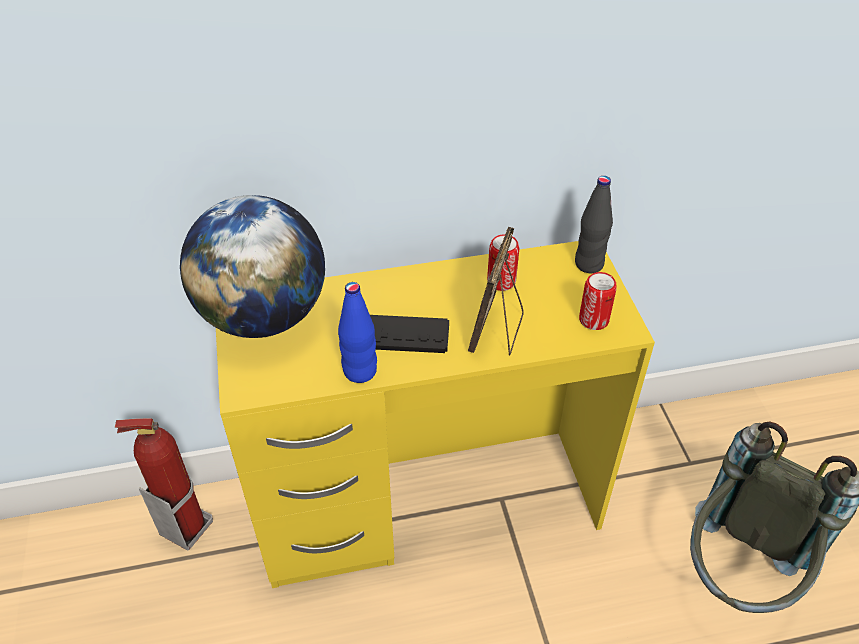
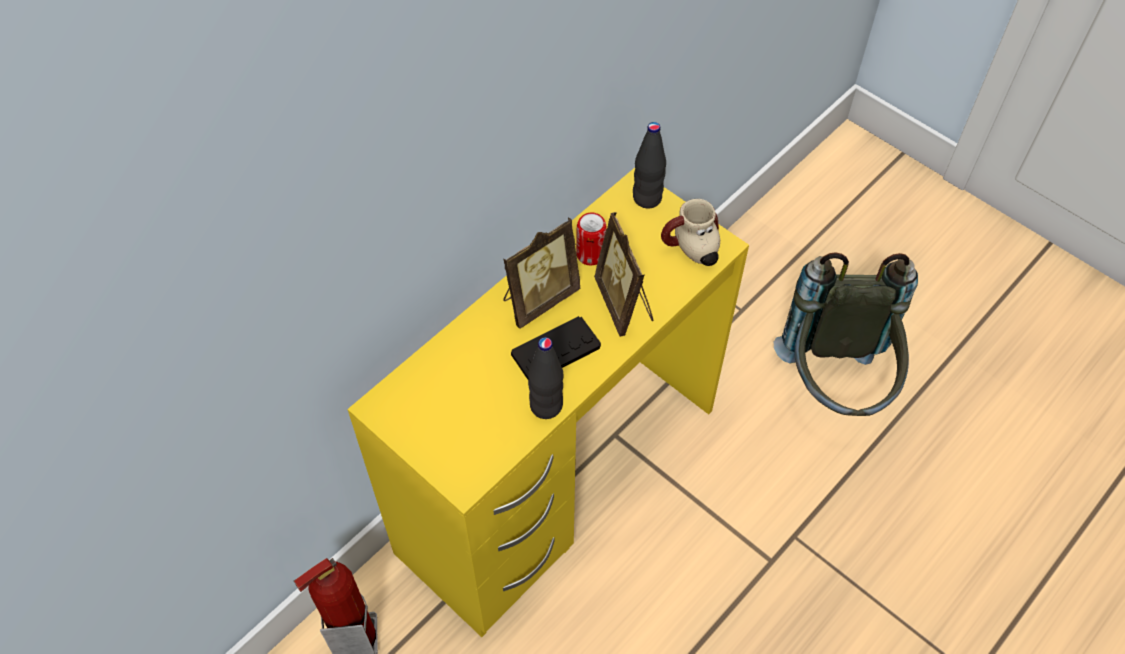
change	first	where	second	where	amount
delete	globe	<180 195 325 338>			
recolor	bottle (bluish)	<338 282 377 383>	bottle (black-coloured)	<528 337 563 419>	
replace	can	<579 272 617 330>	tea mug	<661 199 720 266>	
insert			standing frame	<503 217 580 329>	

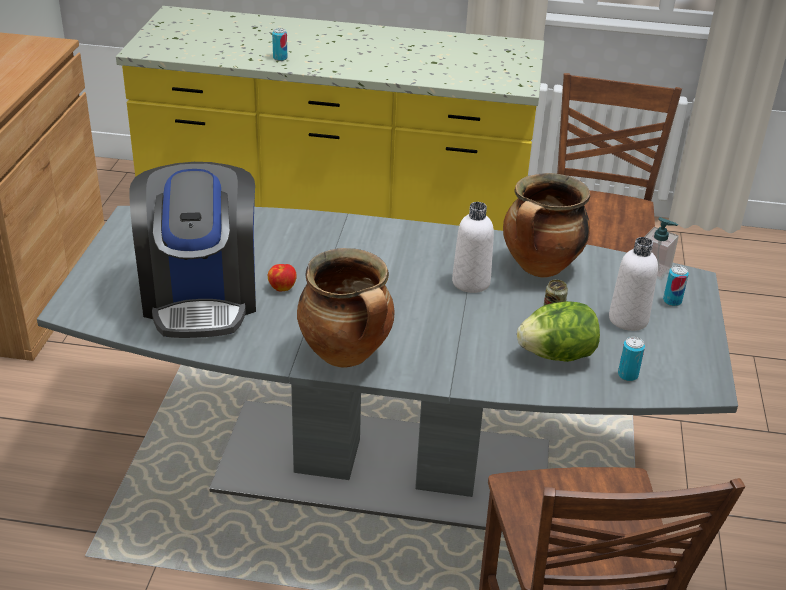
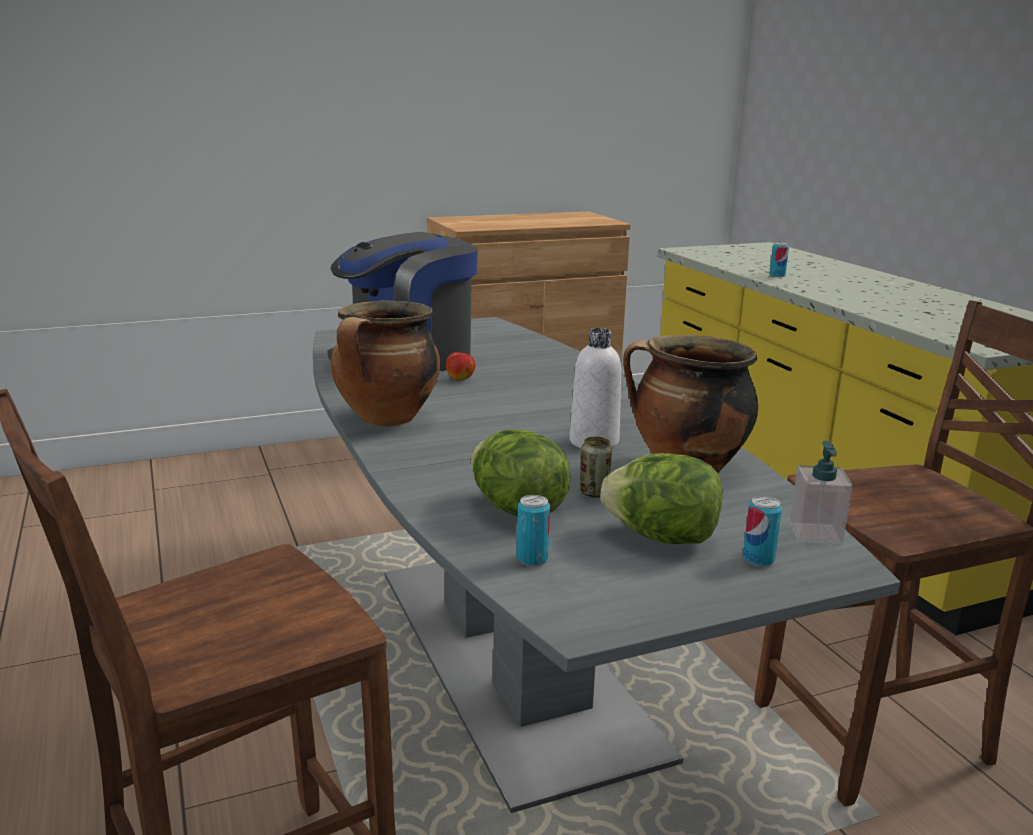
change	first	where	second	where	amount
replace	bottle (whitish)	<609 237 658 331>	lettuce head	<601 453 722 544>	

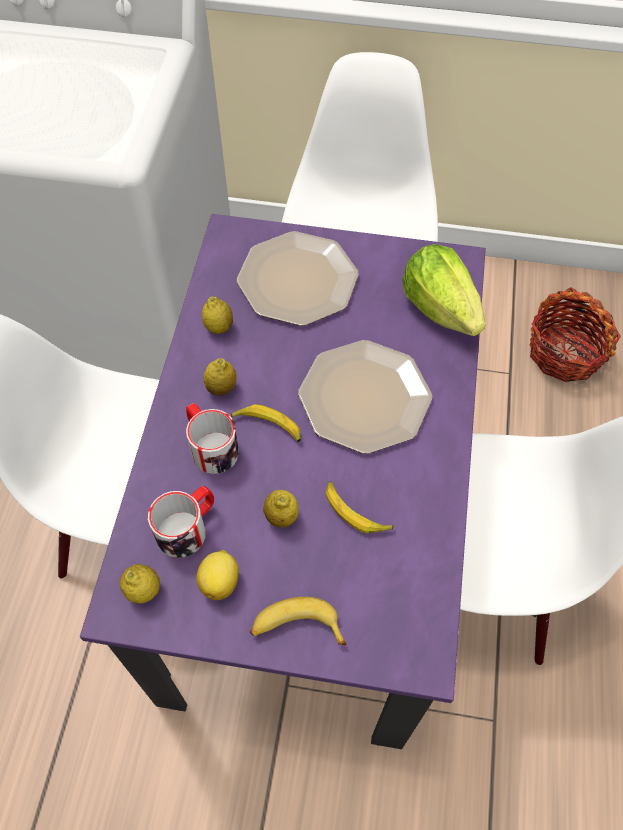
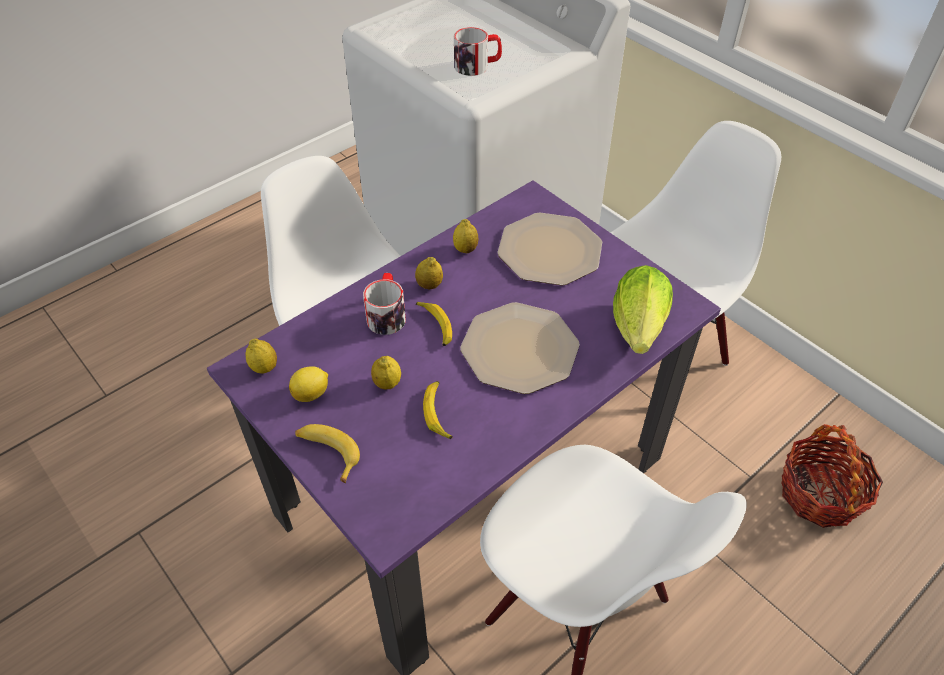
change	first	where	second	where	amount
move	tea mug	<148 486 214 558>		<454 27 502 76>	

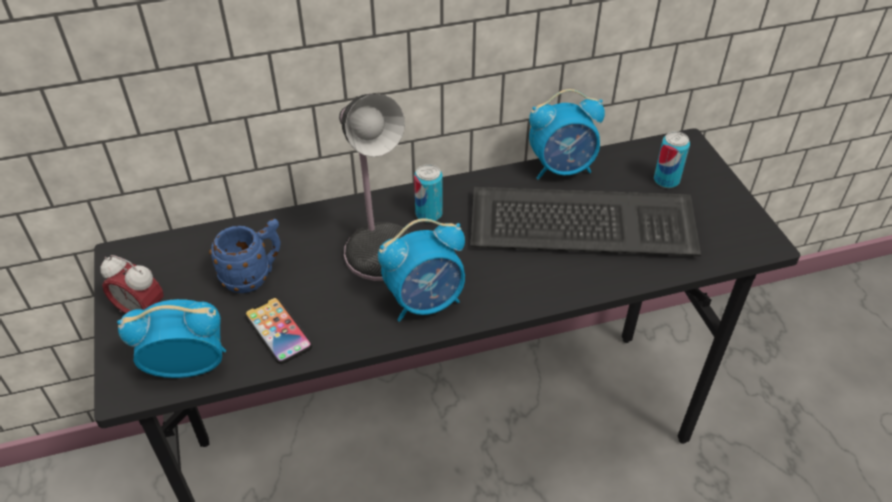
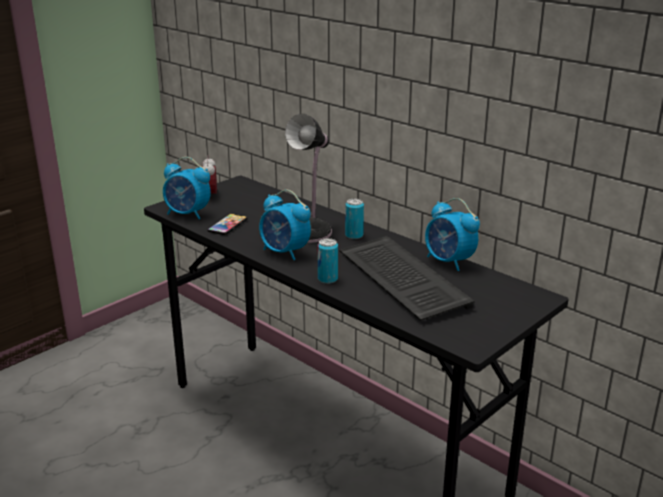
change	first	where	second	where	amount
rotate	alarm clock	<117 299 226 378>		<163 157 211 219>	150 degrees clockwise
delete	tea mug (bluish)	<209 219 281 293>			
move	can	<654 131 690 188>		<318 238 338 284>	

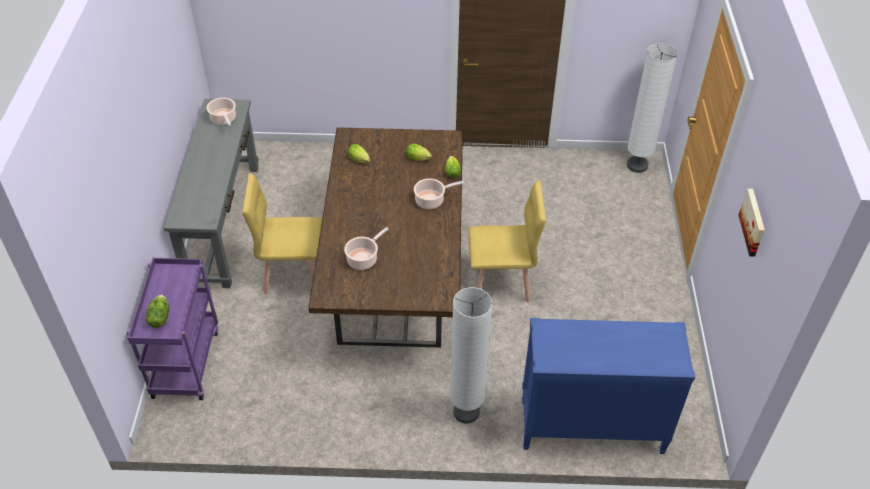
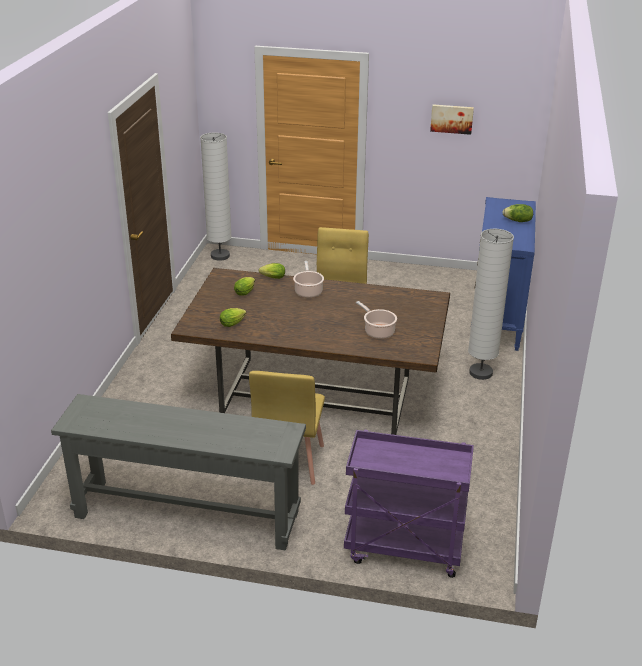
change	first	where	second	where	amount
move	lettuce head	<146 295 169 328>		<503 204 533 222>	
delete	stockpot	<207 98 236 126>			

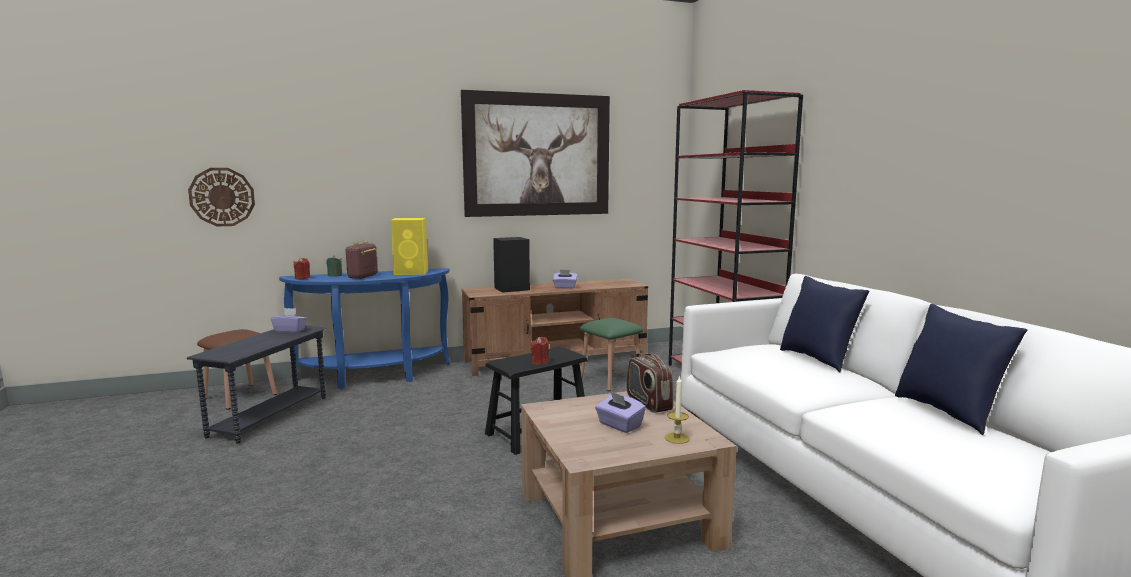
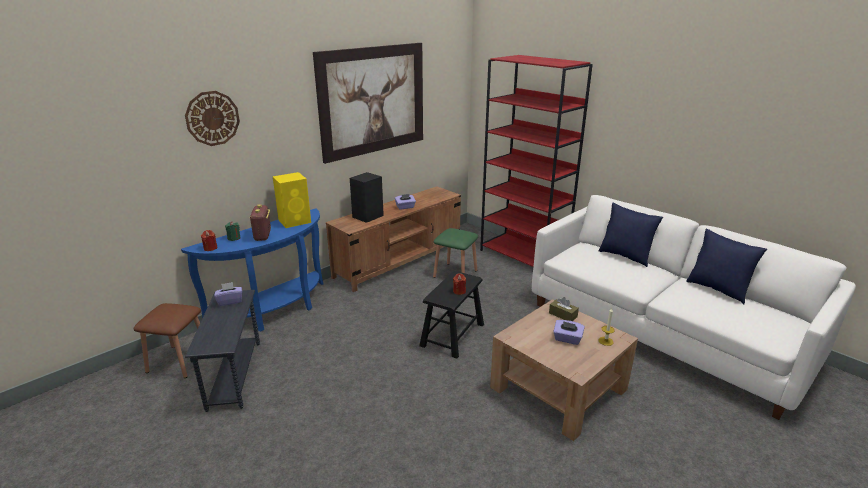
change	first	where	second	where	amount
move	clock on the wall	<188 168 255 226>		<185 91 240 146>	
replace	radio receiver	<626 353 674 413>	tissue box (brown-coloured)	<549 297 579 321>	

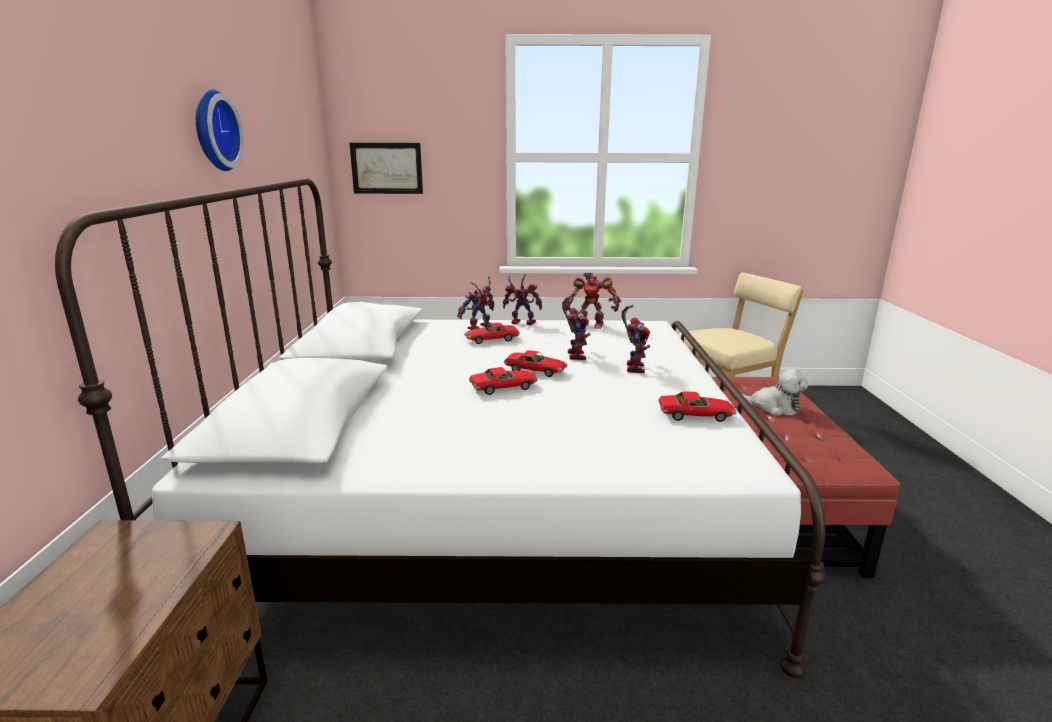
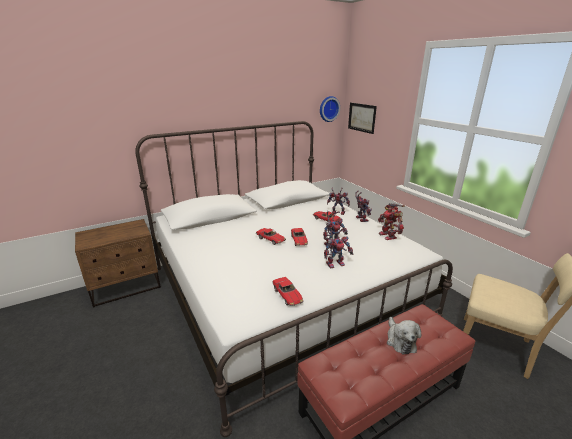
change	first	where	second	where	amount
move	clock on the wall	<196 89 244 171>		<320 96 340 122>	

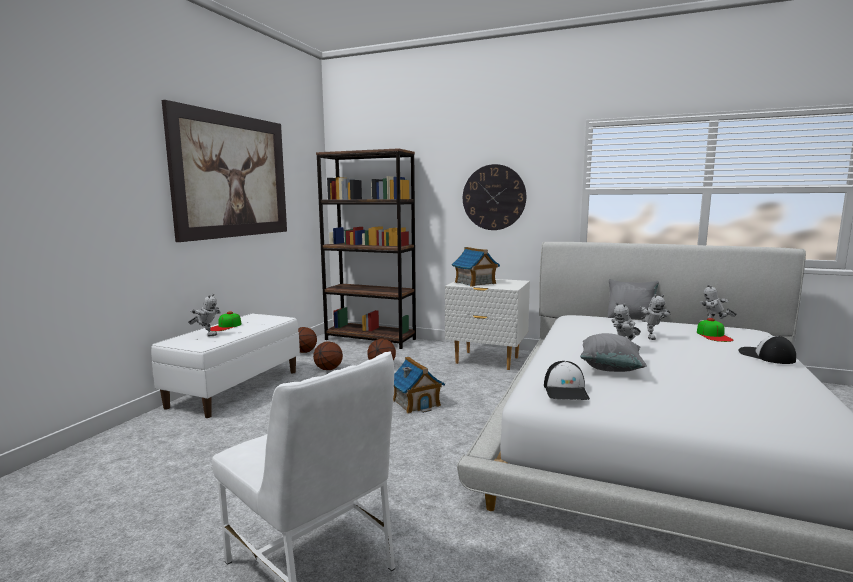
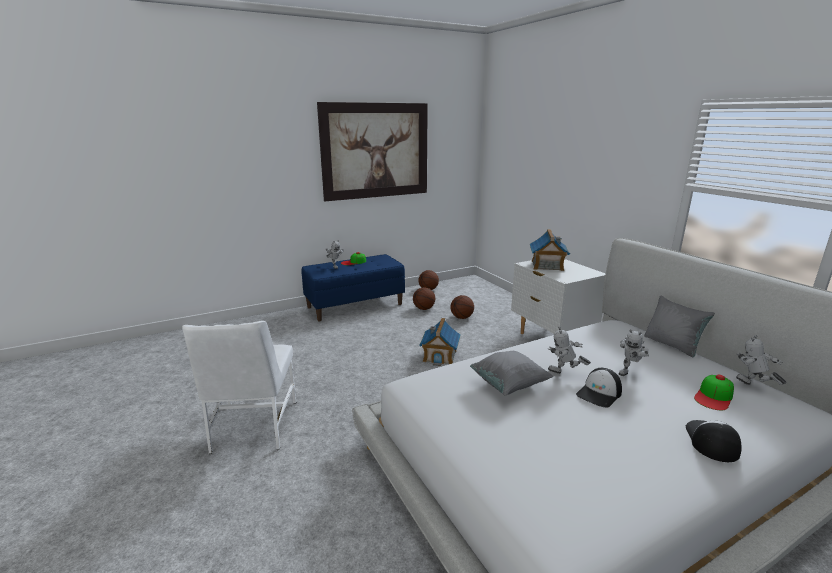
change	first	where	second	where	amount
recolor	indoor bench (whitish)	<151 314 300 418>	indoor bench (bluish)	<302 254 405 322>	
delete	bookshelf (brown-coloured)	<316 148 416 349>			
delete	clock on the wall	<463 164 526 230>			
move	peaked cap	<544 361 590 400>		<576 368 622 408>	

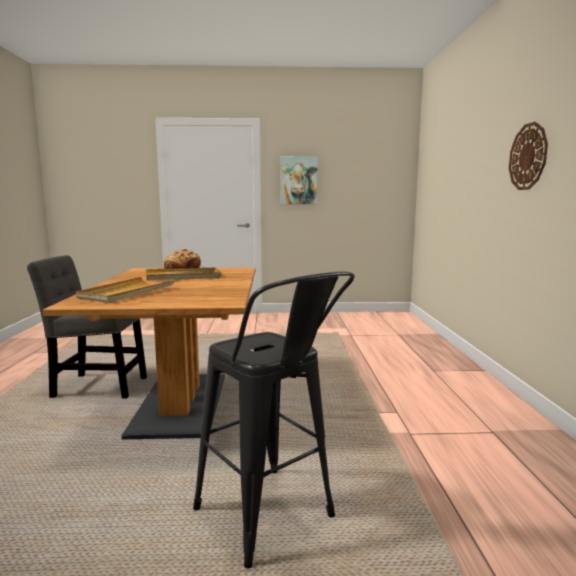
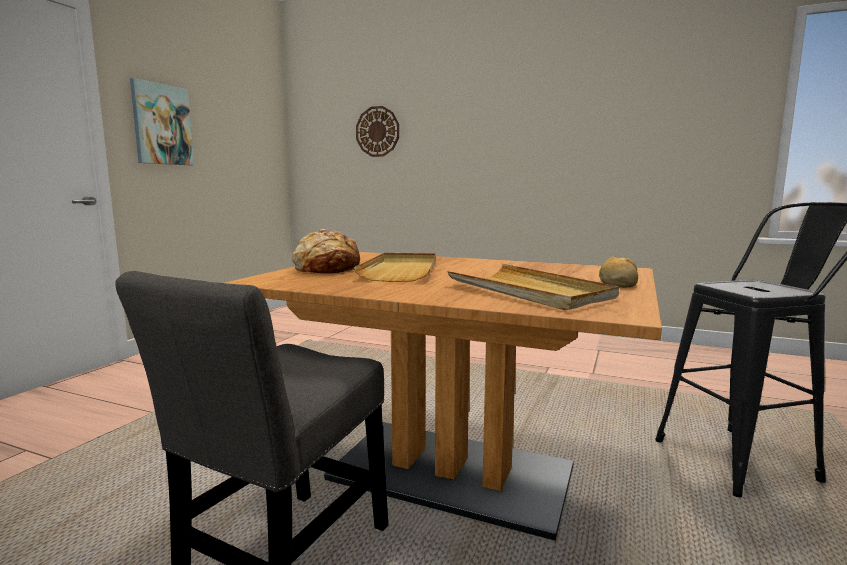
change	first	where	second	where	amount
move	clock on the wall	<509 122 548 190>		<356 106 399 157>	
insert			bakery bread	<599 256 638 287>	

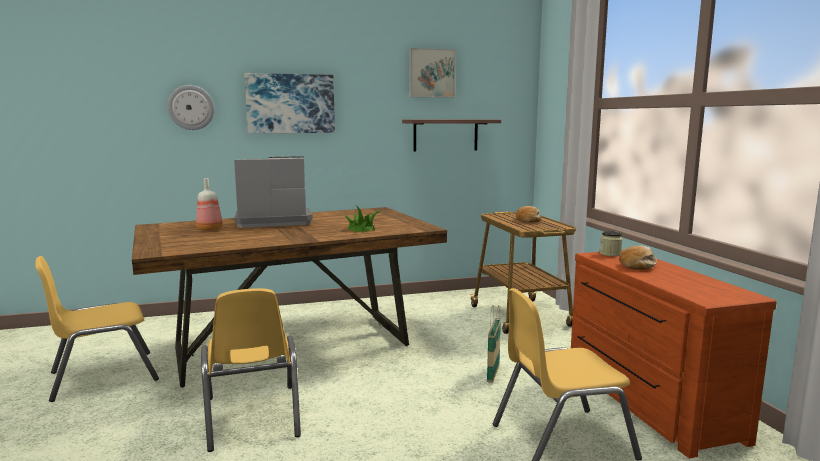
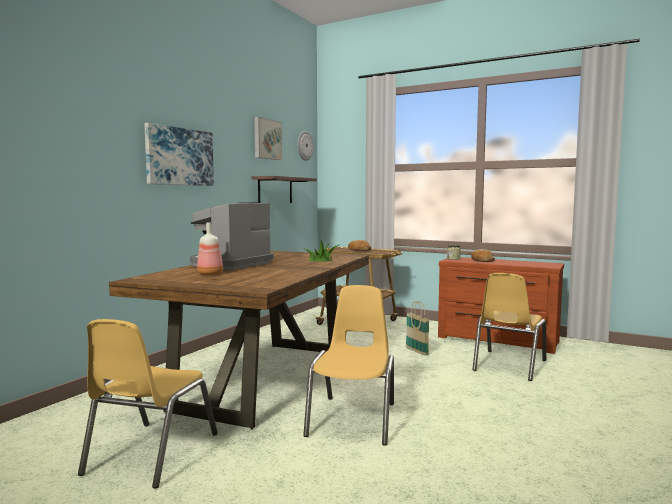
change	first	where	second	where	amount
move	clock on the wall	<167 85 215 130>		<298 131 314 161>	
rotate	plain chair (yellow-coloured)	<201 288 301 452>		<303 285 394 446>	105 degrees counterclockwise

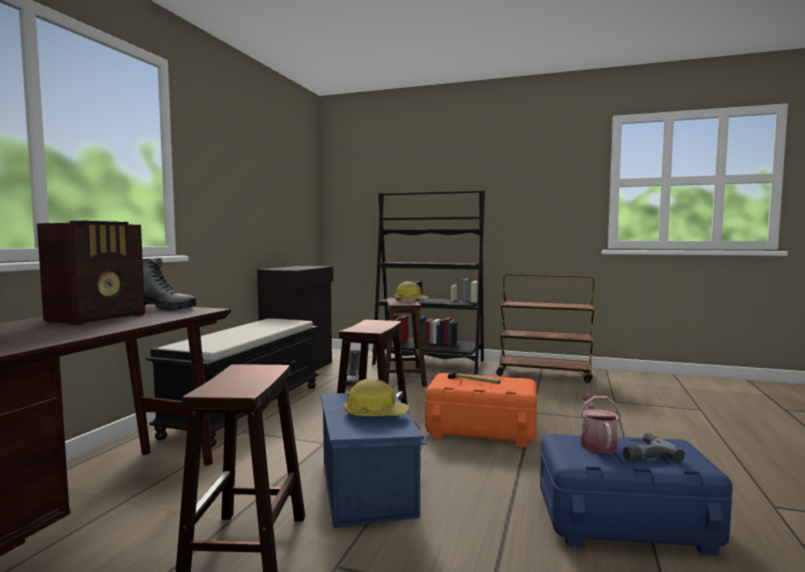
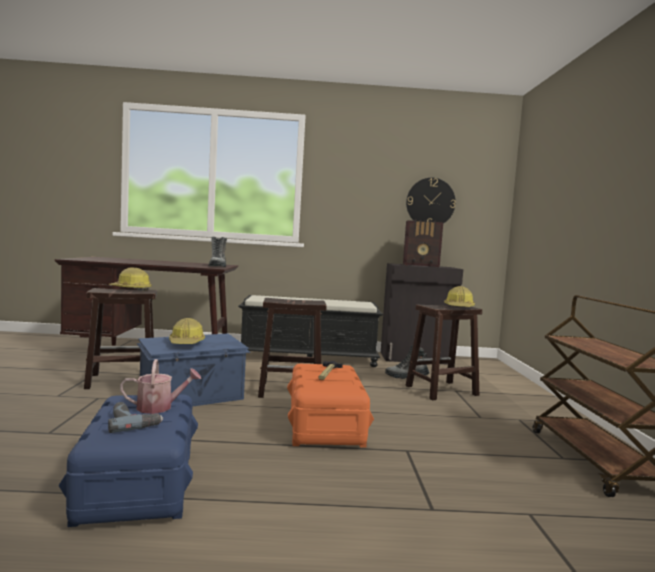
change	first	where	second	where	amount
move	radio receiver	<37 221 145 326>		<403 220 443 267>	
delete	bookshelf (black-coloured)	<372 190 485 374>			
insert			hard hat	<109 267 152 291>	
insert			clock on the wall	<406 178 456 224>	

